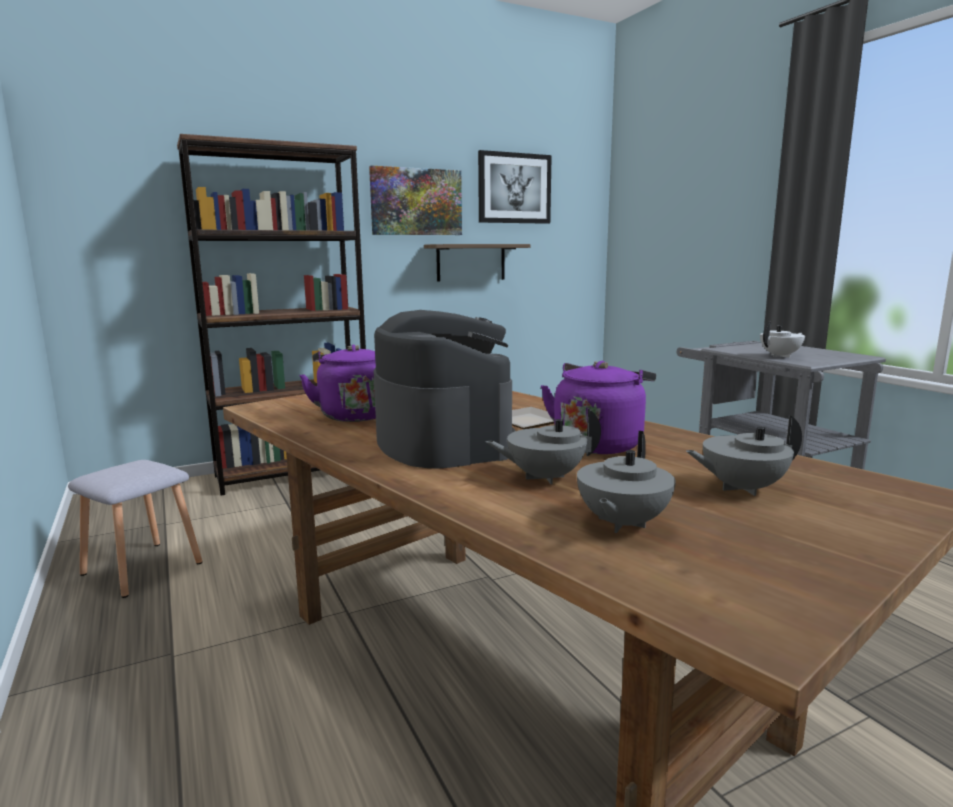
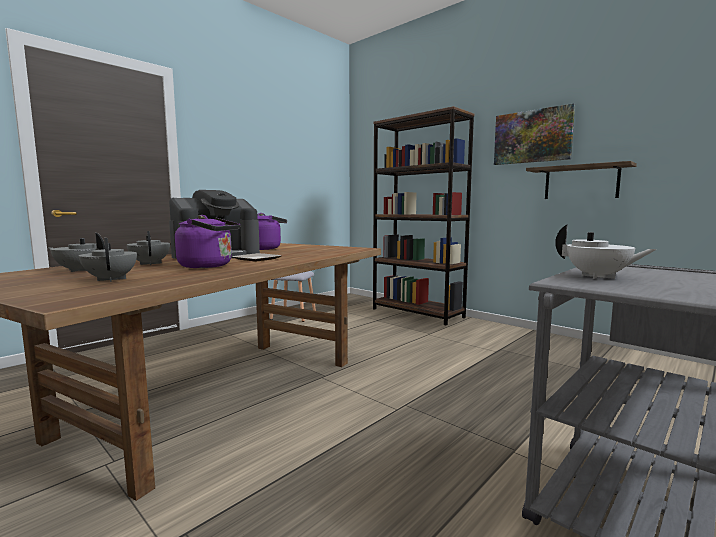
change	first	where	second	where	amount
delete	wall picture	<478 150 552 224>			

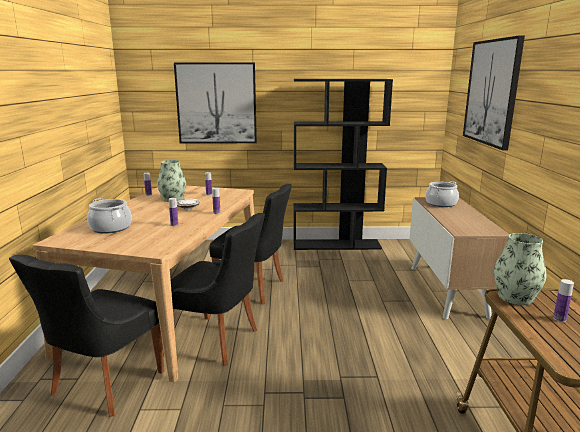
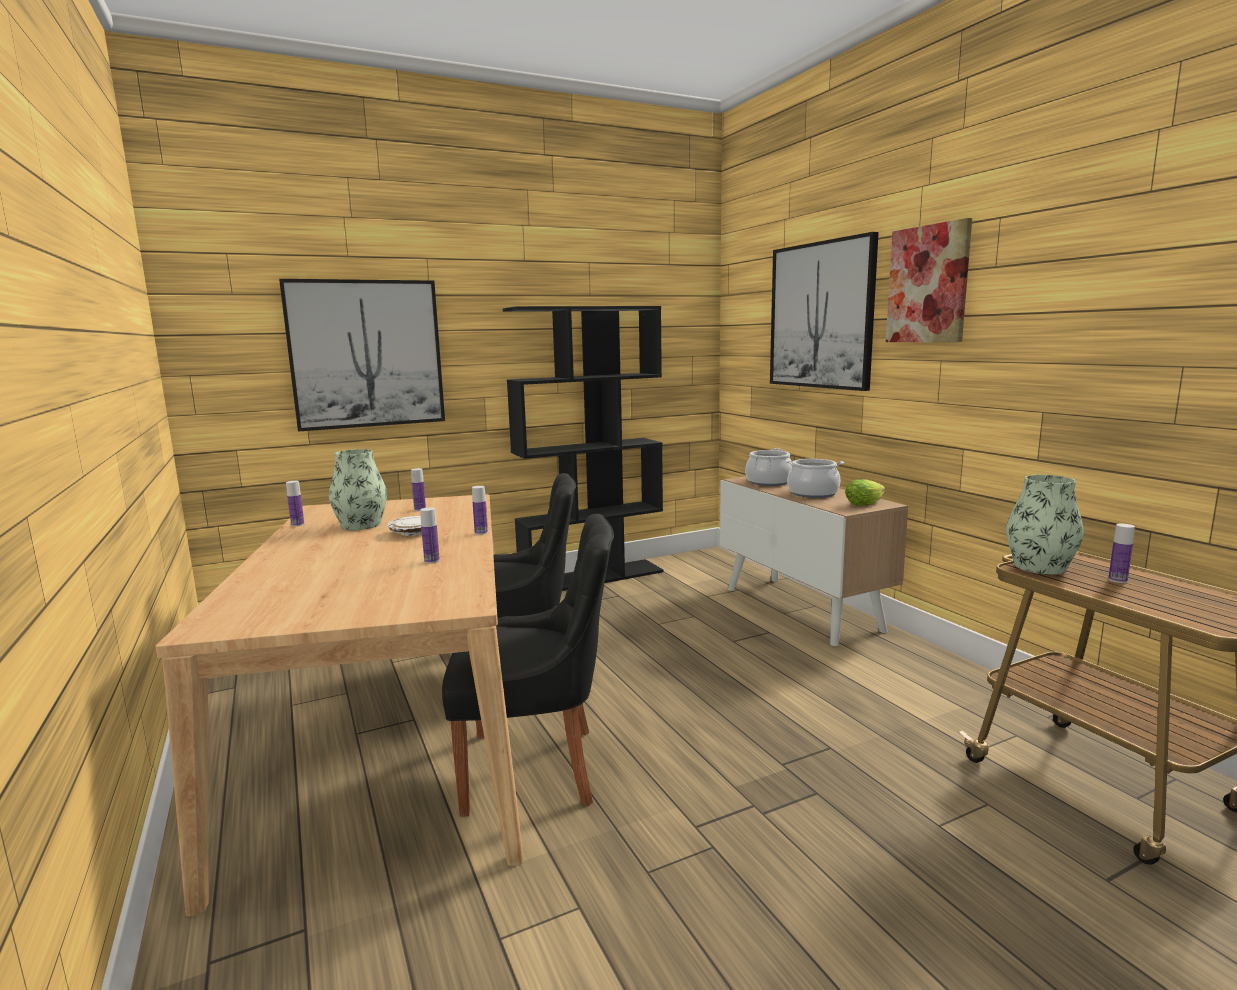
change	first	where	second	where	amount
delete	plain chair (black-coloured)	<9 254 165 417>			
move	stockpot	<87 198 132 234>		<785 459 844 498>	
insert			lettuce head	<845 479 885 506>	
insert			wall picture	<886 218 972 342>	

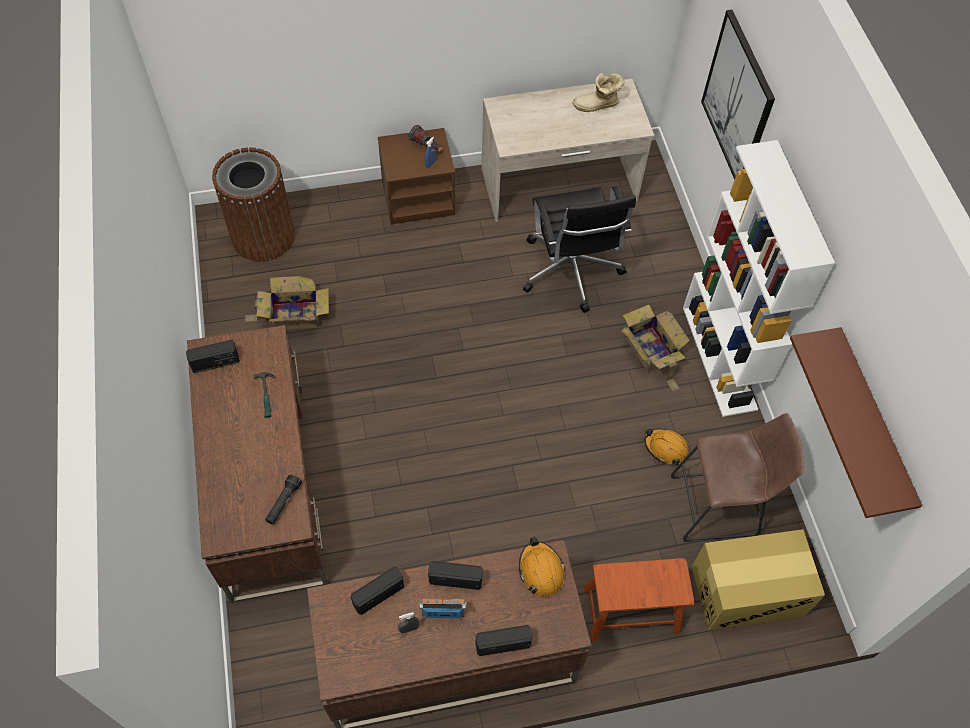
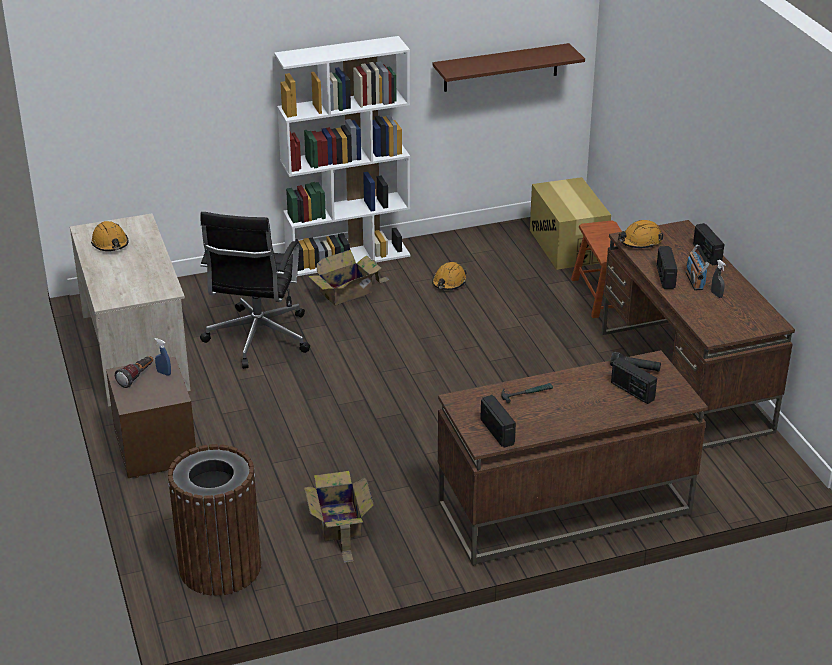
change	first	where	second	where	amount
move	radio receiver	<350 567 404 615>		<611 357 657 404>	
rotate	office chair (black-coloured)	<523 186 636 313>		<200 212 310 369>	120 degrees clockwise
replace	boot	<573 73 625 112>	hard hat (orange-coloured)	<91 221 128 251>	
delete	sitting stool (brown-coloured)	<671 413 804 542>			
delete	wall picture	<701 10 775 180>			

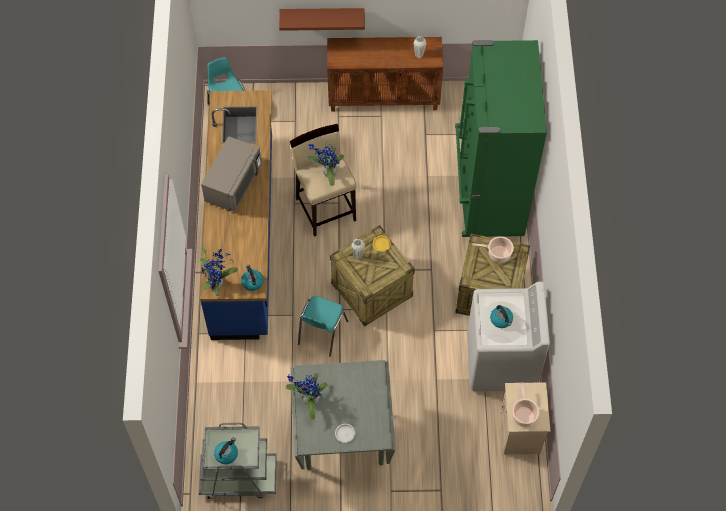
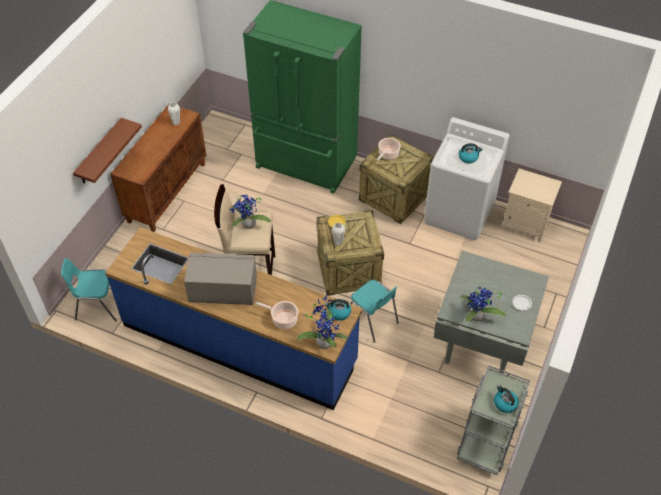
change	first	where	second	where	amount
rotate	microwave oven (gray)	<201 136 262 212>		<184 252 257 305>	45 degrees counterclockwise
move	stockpot	<512 382 539 427>		<256 301 298 329>	

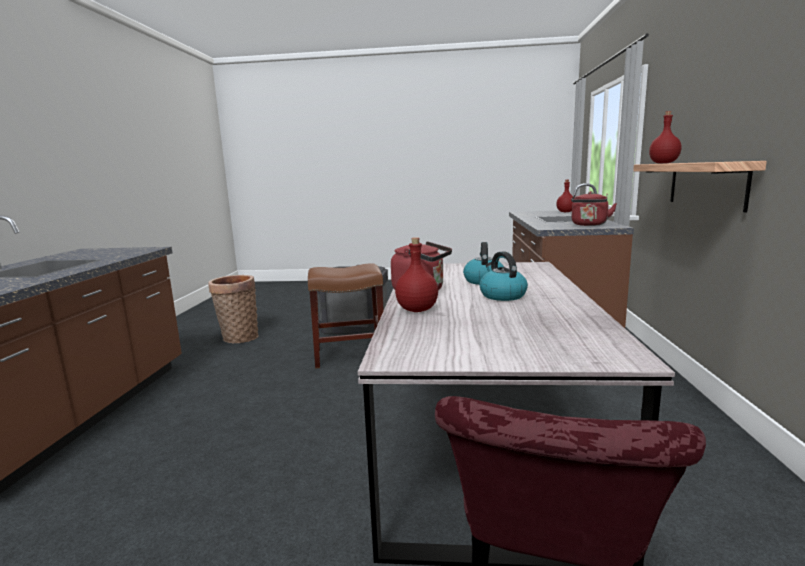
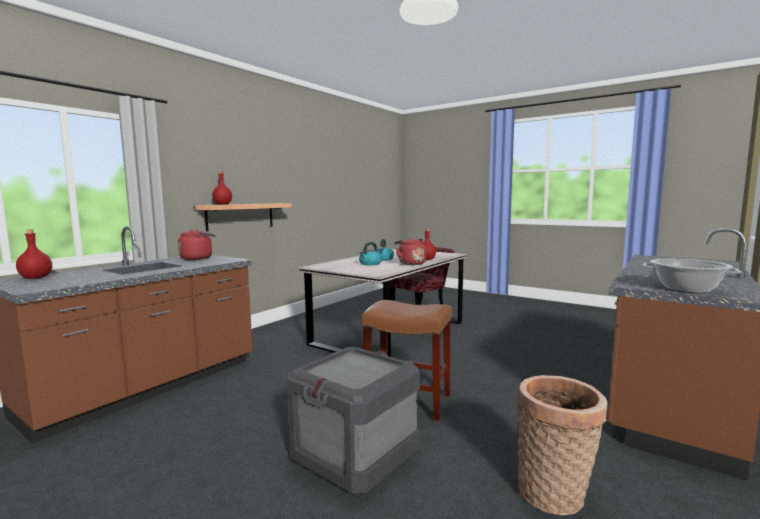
change	first	where	second	where	amount
insert			stockpot	<644 259 741 293>	

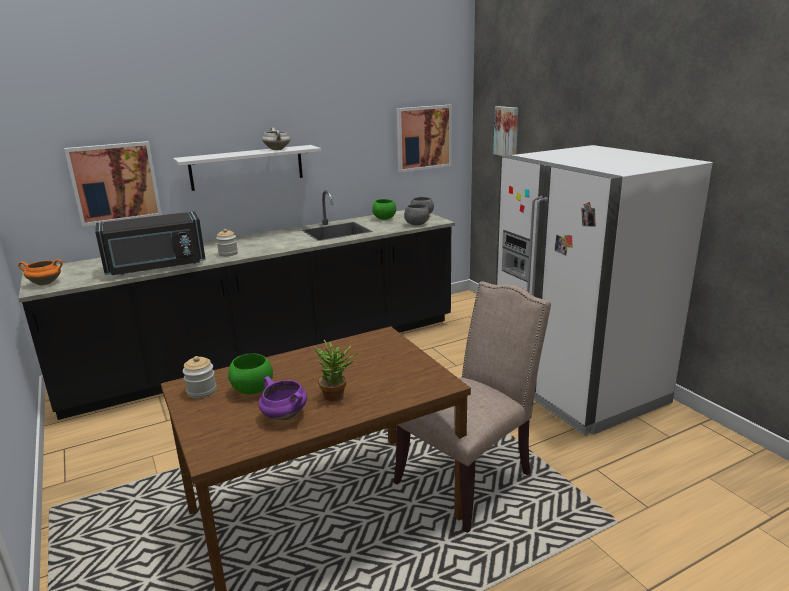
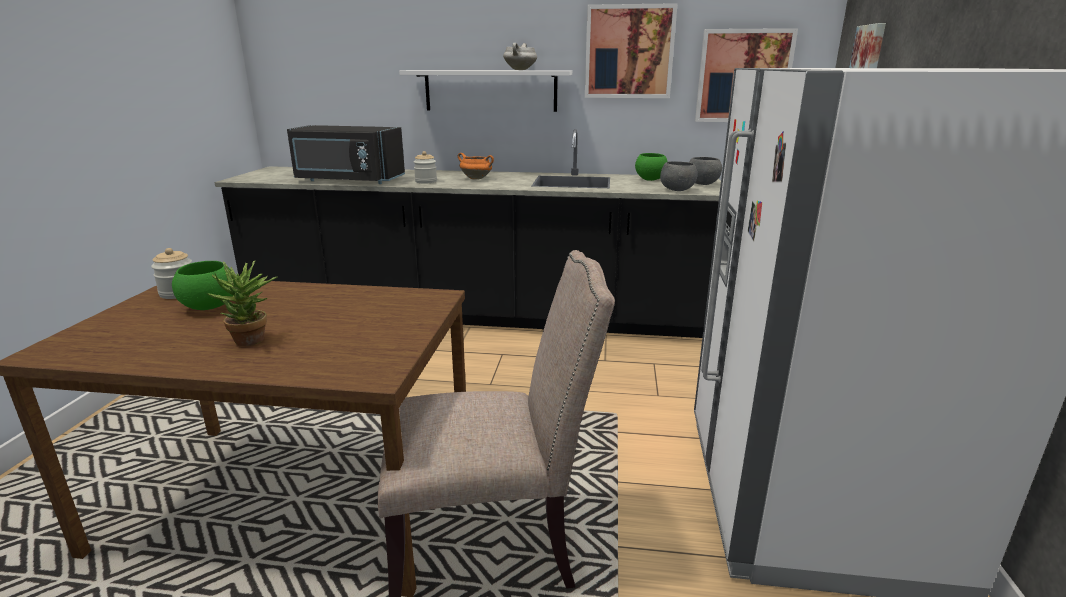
change	first	where	second	where	amount
move	stockpot (orange-coloured)	<18 259 62 285>		<458 153 494 179>	
move	wall picture	<64 141 162 227>		<585 3 678 98>	
delete	stockpot (purple)	<259 376 307 420>			

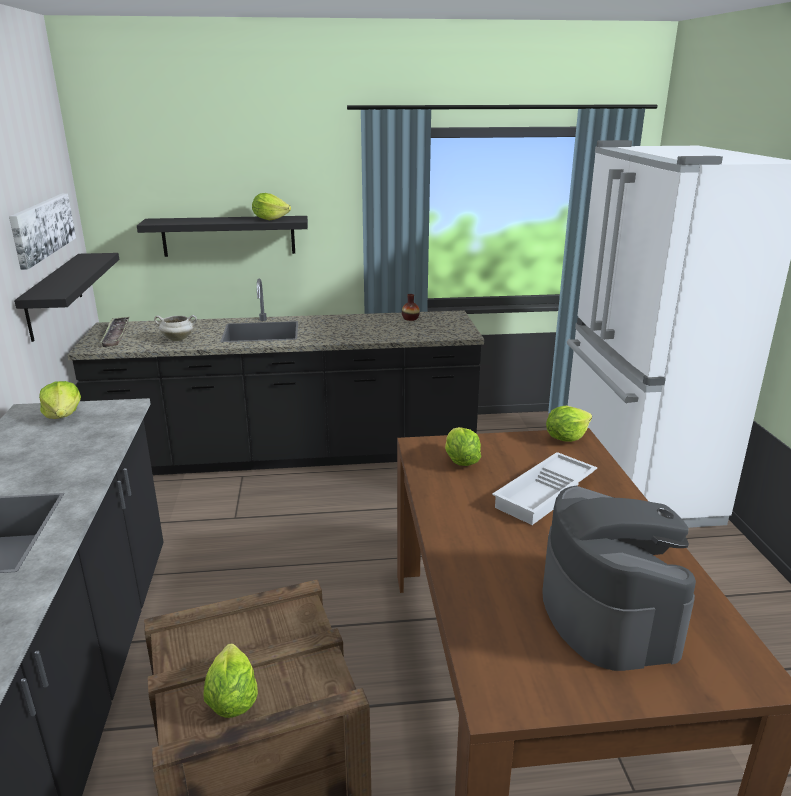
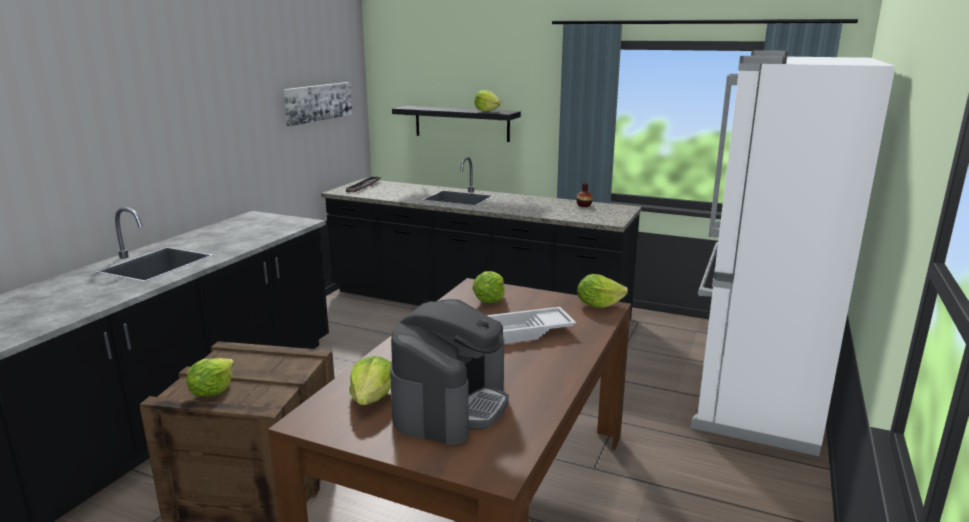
change	first	where	second	where	amount
delete	bracket shelf (black-coloured)	<14 253 119 342>			
move	lettuce head	<39 381 81 419>		<349 356 391 405>	
delete	stockpot (whitish)	<154 315 197 341>			

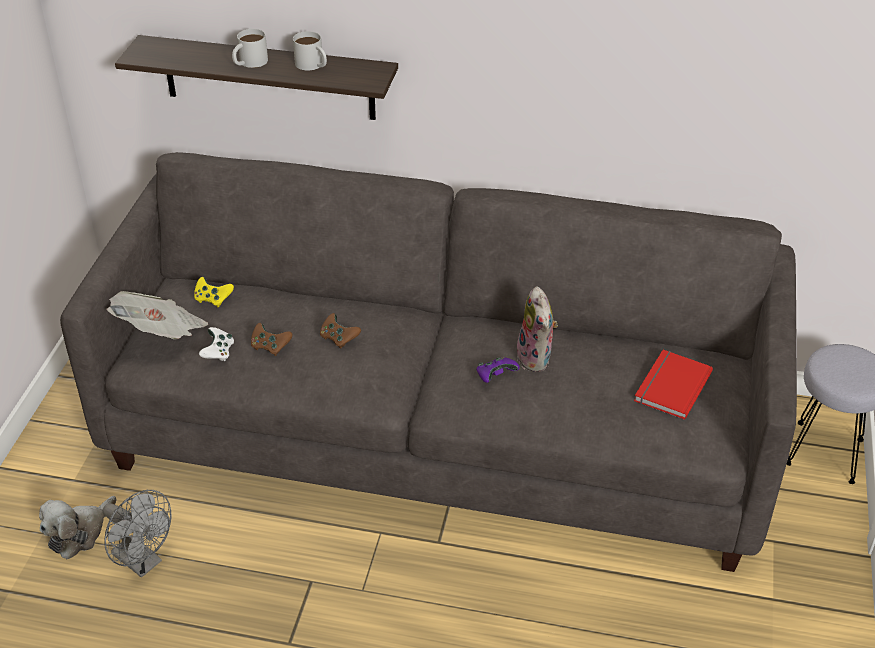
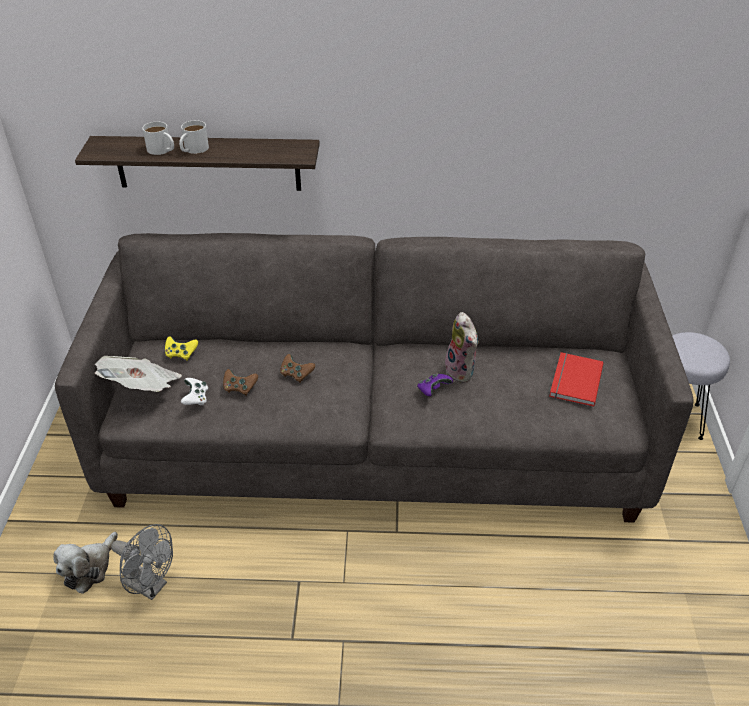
change	first	where	second	where	amount
move	tea mug (whitish)	<293 31 327 70>		<142 121 174 155>	

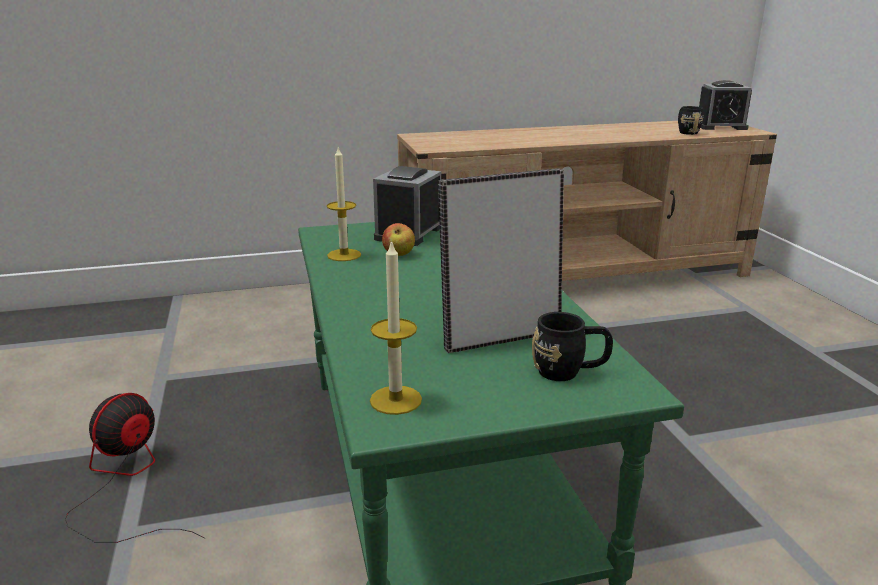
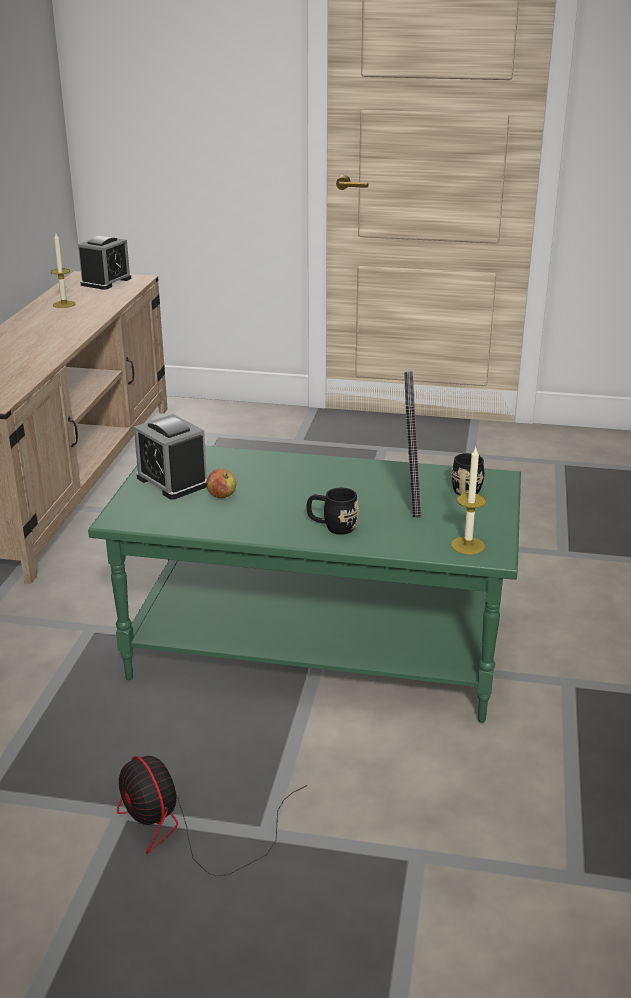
change	first	where	second	where	amount
move	wax candle	<327 148 361 261>		<51 234 75 308>	
move	tea mug (black-coloured)	<678 106 703 135>		<307 488 360 535>	

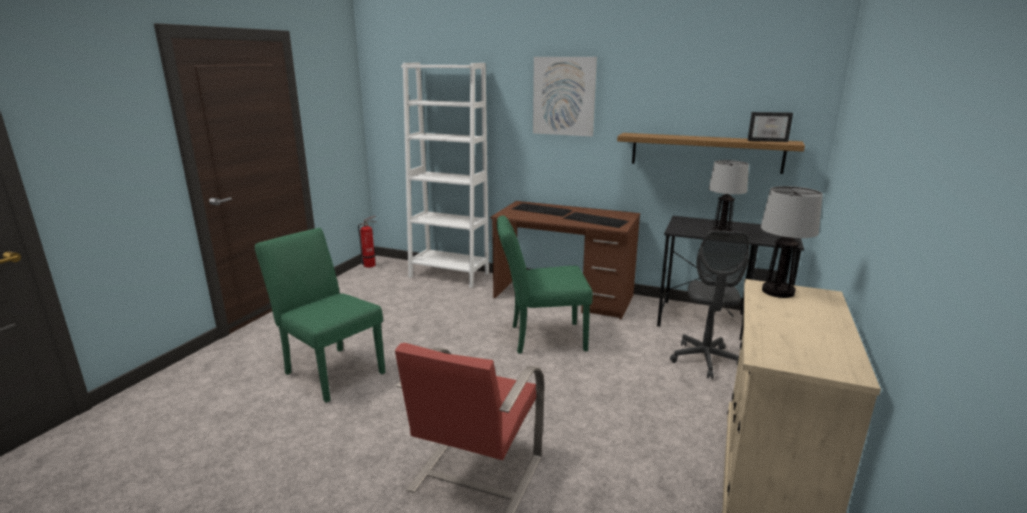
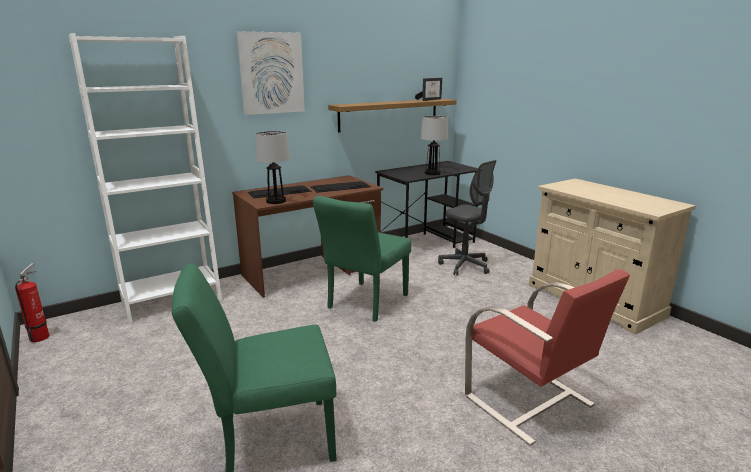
change	first	where	second	where	amount
move	tabletop lamp	<761 186 823 298>		<256 131 291 204>	

